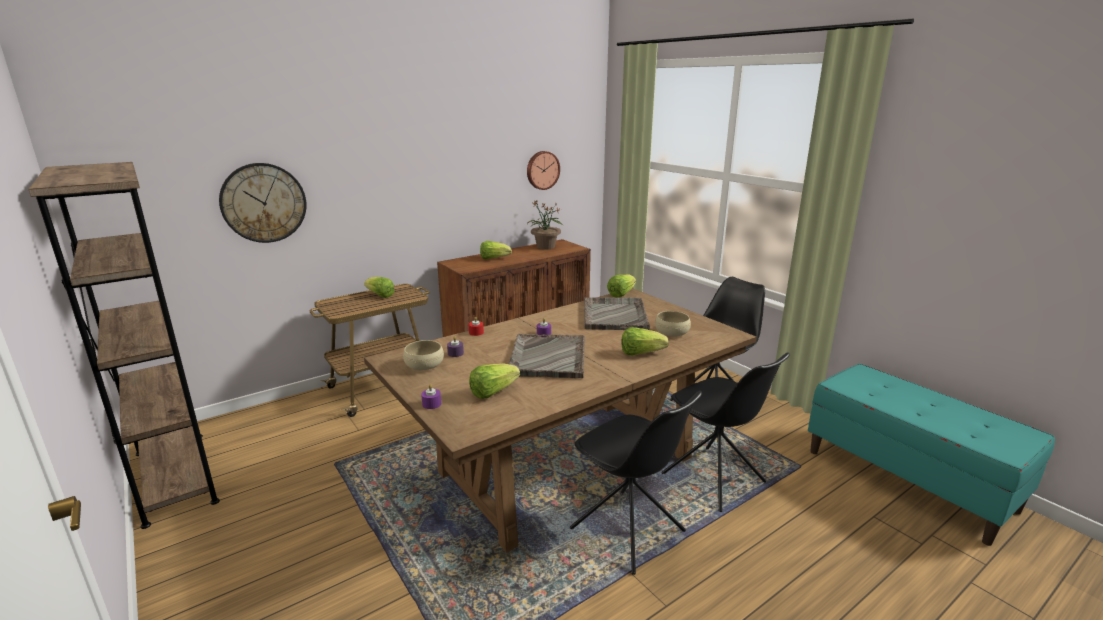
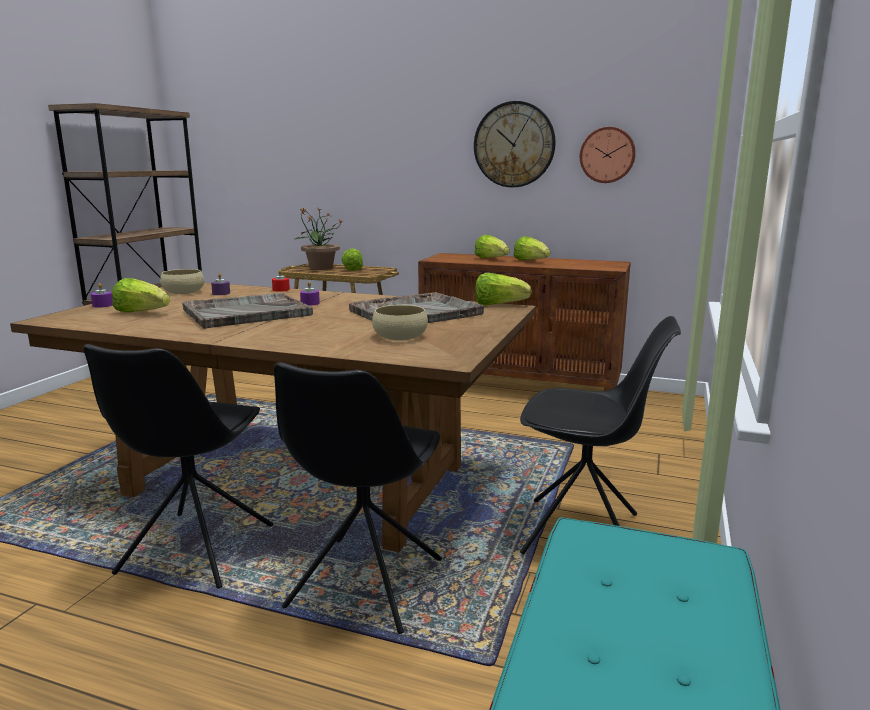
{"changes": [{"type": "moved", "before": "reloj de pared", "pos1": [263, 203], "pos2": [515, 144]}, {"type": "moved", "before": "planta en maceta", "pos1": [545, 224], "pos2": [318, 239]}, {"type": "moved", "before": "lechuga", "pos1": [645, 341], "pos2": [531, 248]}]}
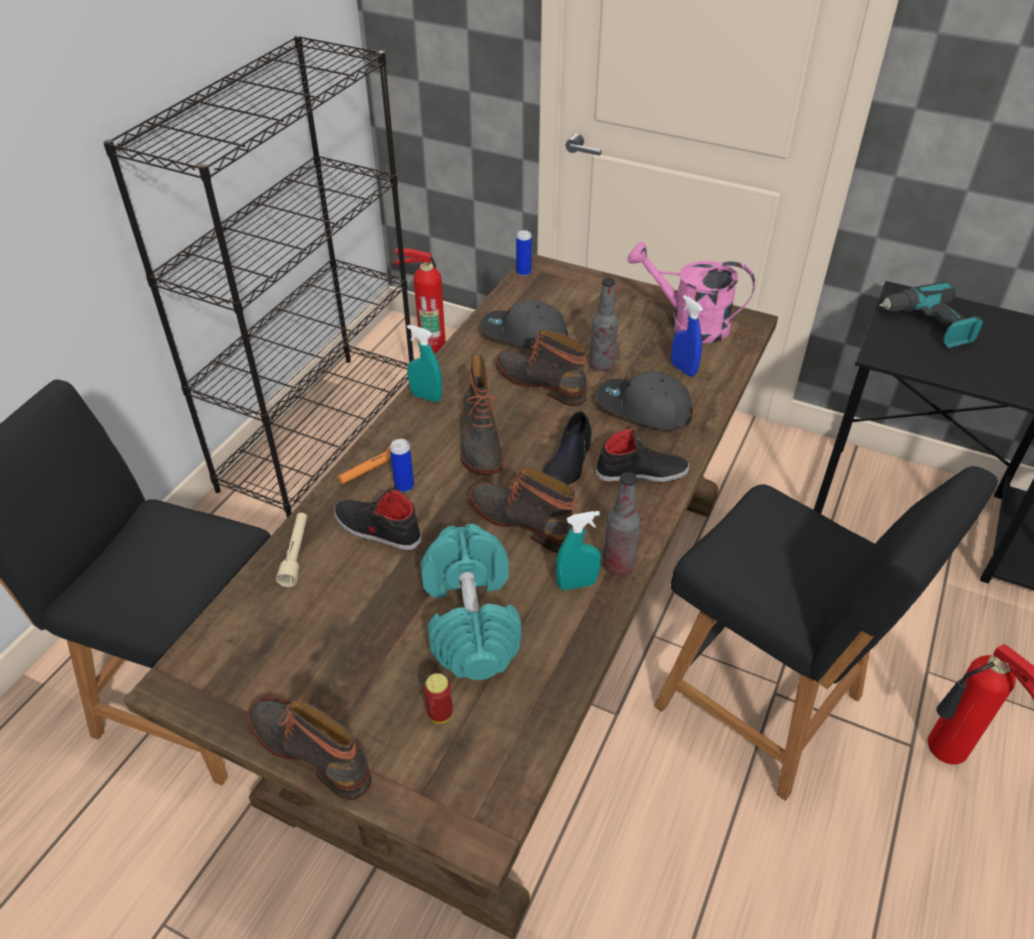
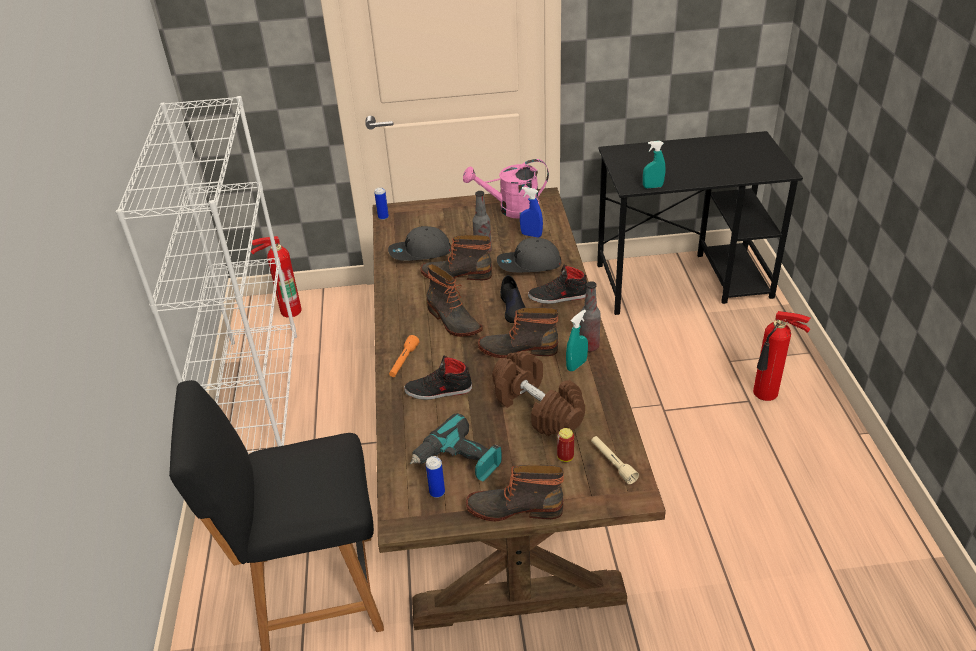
{"changes": [{"type": "removed", "before": "silla (negro)", "pos1": [826, 633]}, {"type": "moved", "before": "linterna (beis)", "pos1": [291, 550], "pos2": [615, 460]}, {"type": "moved", "before": "lata", "pos1": [402, 465], "pos2": [435, 477]}, {"type": "moved", "before": "pulverizador (turquesa)", "pos1": [424, 363], "pos2": [654, 164]}, {"type": "moved", "before": "taladro", "pos1": [931, 315], "pos2": [456, 447]}, {"type": "recoloured", "before": "estantería (negro)", "after": "estantería (blanco)", "pos1": [258, 276], "pos2": [206, 275]}, {"type": "recoloured", "before": "mancuerna (turquesa)", "after": "mancuerna (marrón)", "pos1": [471, 602], "pos2": [538, 393]}, {"type": "turned", "before": "zapato (negro)", "pos1": [642, 454], "pos2": [557, 284], "turn": -150}]}
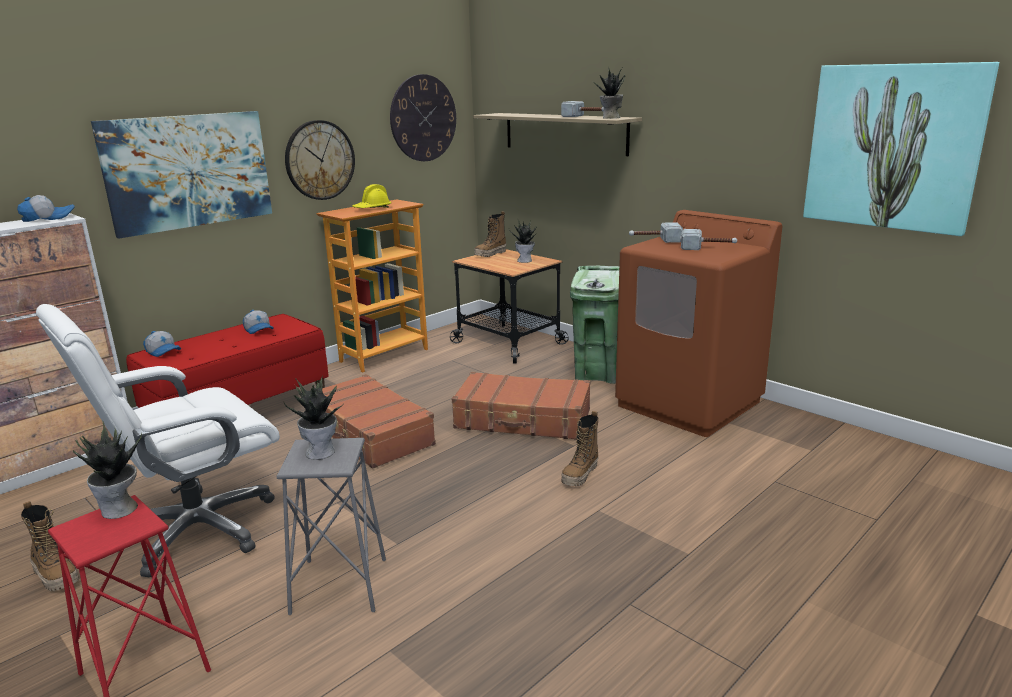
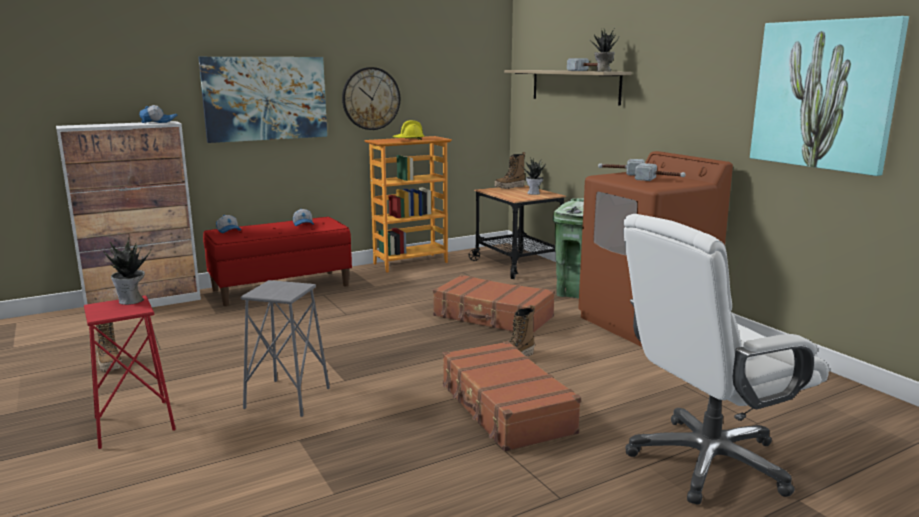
{"changes": [{"type": "removed", "before": "planta en maceta", "pos1": [314, 419]}, {"type": "removed", "before": "reloj de pared", "pos1": [423, 117]}, {"type": "moved", "before": "silla de oficina (blanco)", "pos1": [158, 440], "pos2": [726, 359]}, {"type": "moved", "before": "maleta (marrón)", "pos1": [379, 421], "pos2": [511, 396]}]}
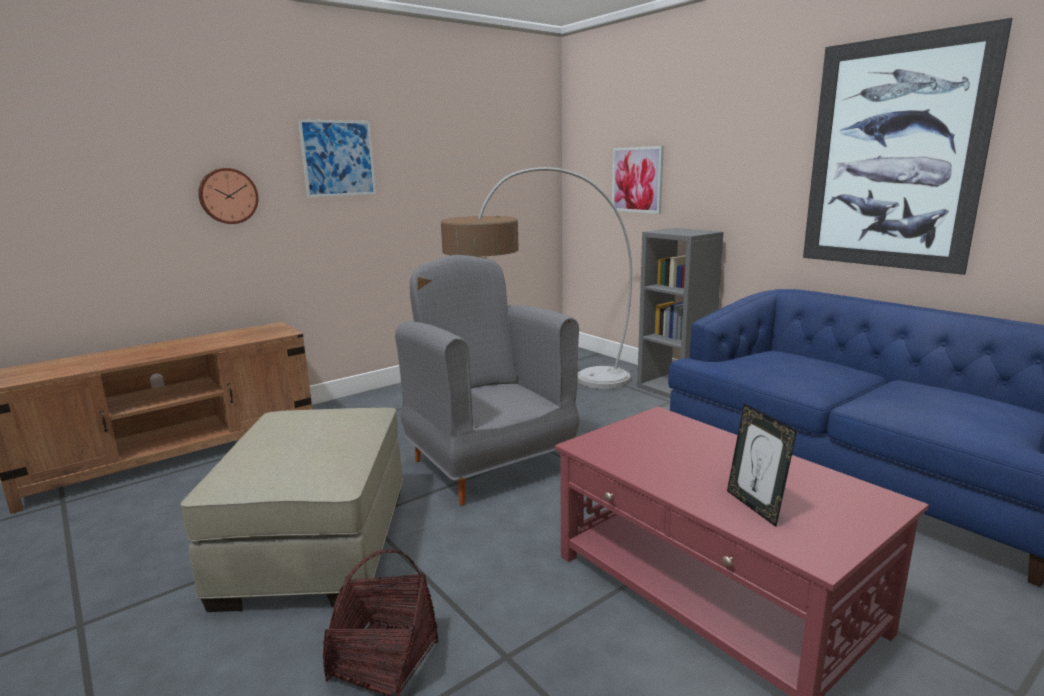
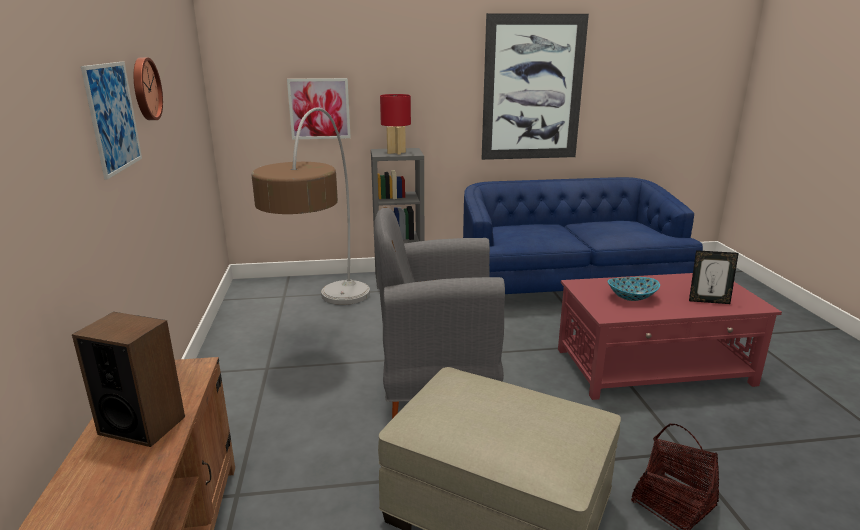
{"changes": [{"type": "added", "after": "altavoz", "pos2": [128, 379]}, {"type": "added", "after": "lámpara de mesa (rojo)", "pos2": [395, 124]}, {"type": "added", "after": "cuenco", "pos2": [634, 289]}, {"type": "moved", "before": "reloj de pared", "pos1": [228, 196], "pos2": [148, 88]}]}
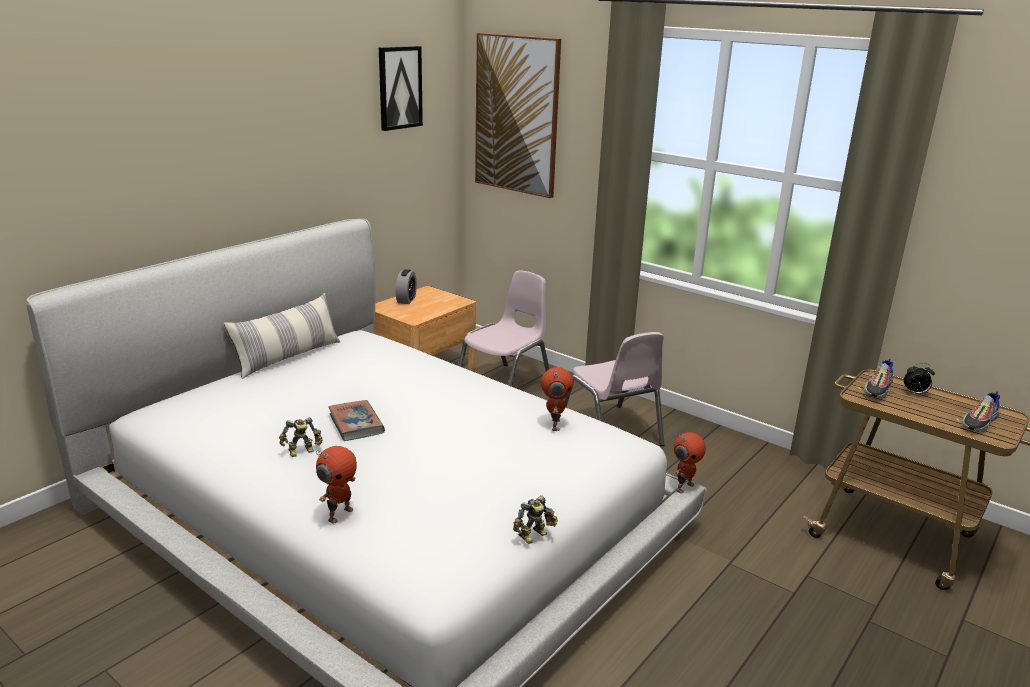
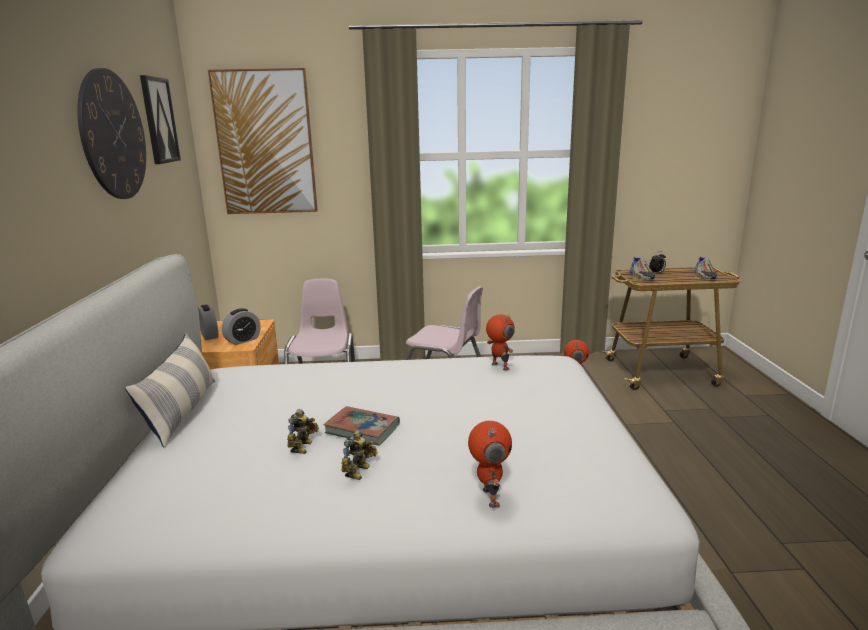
{"changes": [{"type": "added", "after": "reloj de pared", "pos2": [112, 133]}, {"type": "added", "after": "despertador", "pos2": [241, 326]}, {"type": "moved", "before": "robot de juguete", "pos1": [535, 519], "pos2": [303, 431]}]}
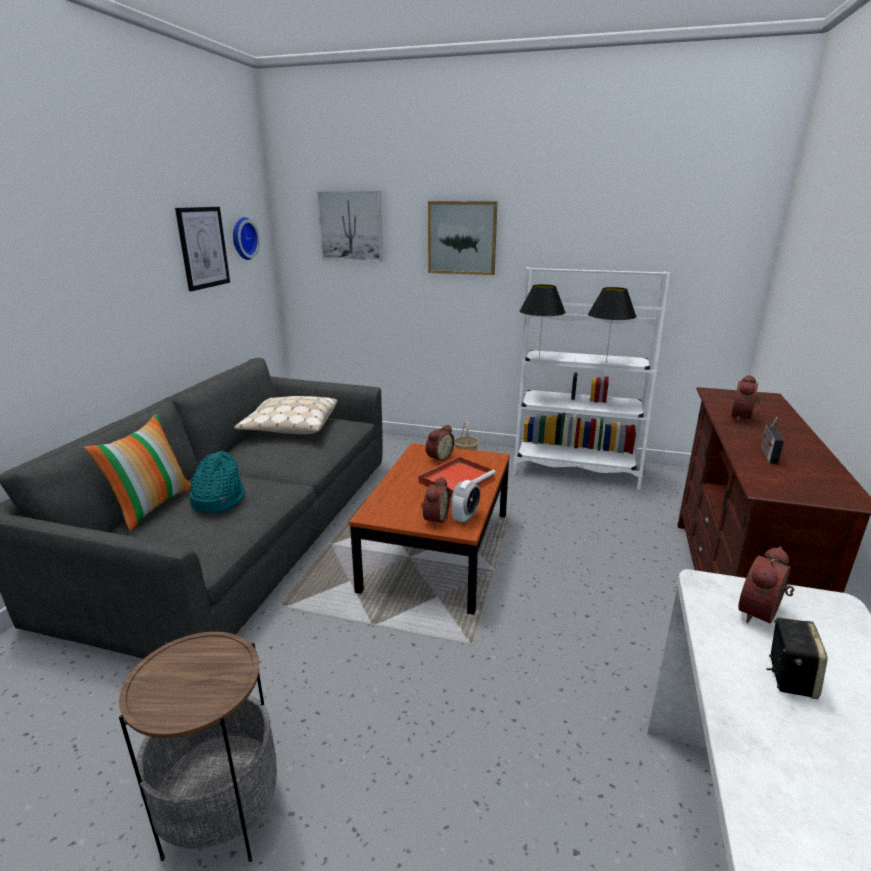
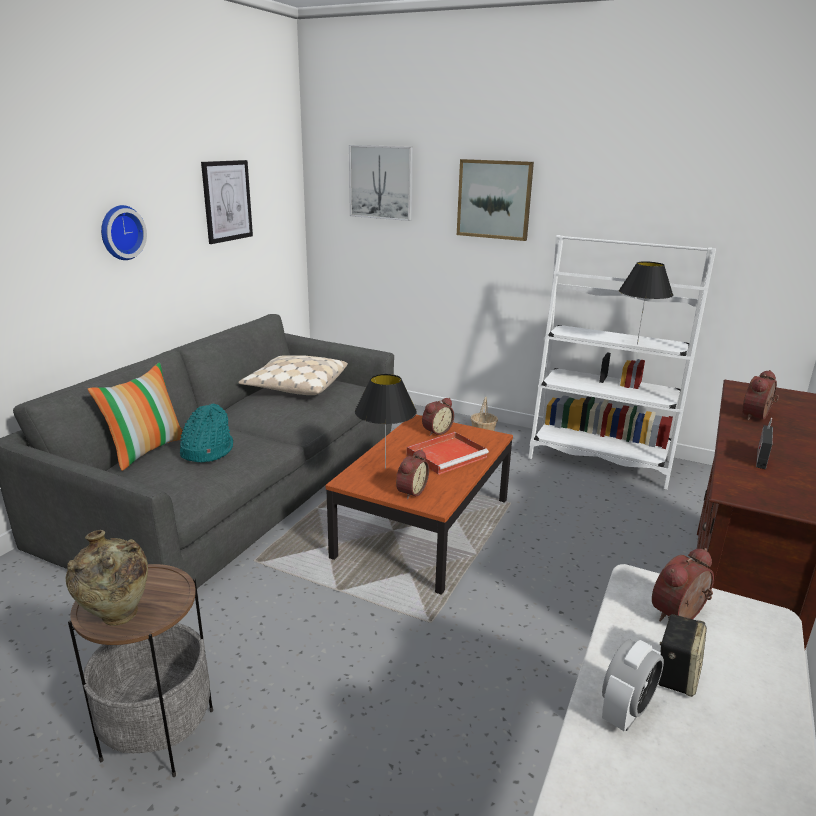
{"changes": [{"type": "added", "after": "florero (beis)", "pos2": [107, 578]}, {"type": "moved", "before": "reloj de pared", "pos1": [246, 238], "pos2": [124, 232]}, {"type": "moved", "before": "despertador", "pos1": [466, 502], "pos2": [633, 685]}, {"type": "moved", "before": "lámpara de mesa (negro)", "pos1": [543, 320], "pos2": [386, 421]}]}
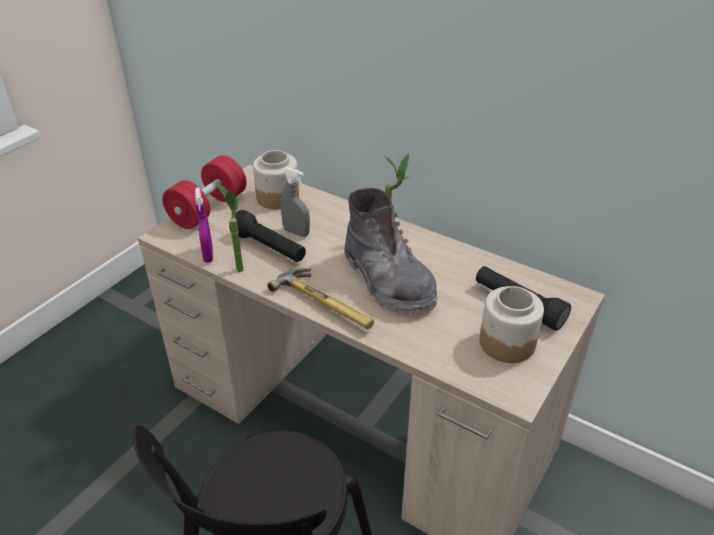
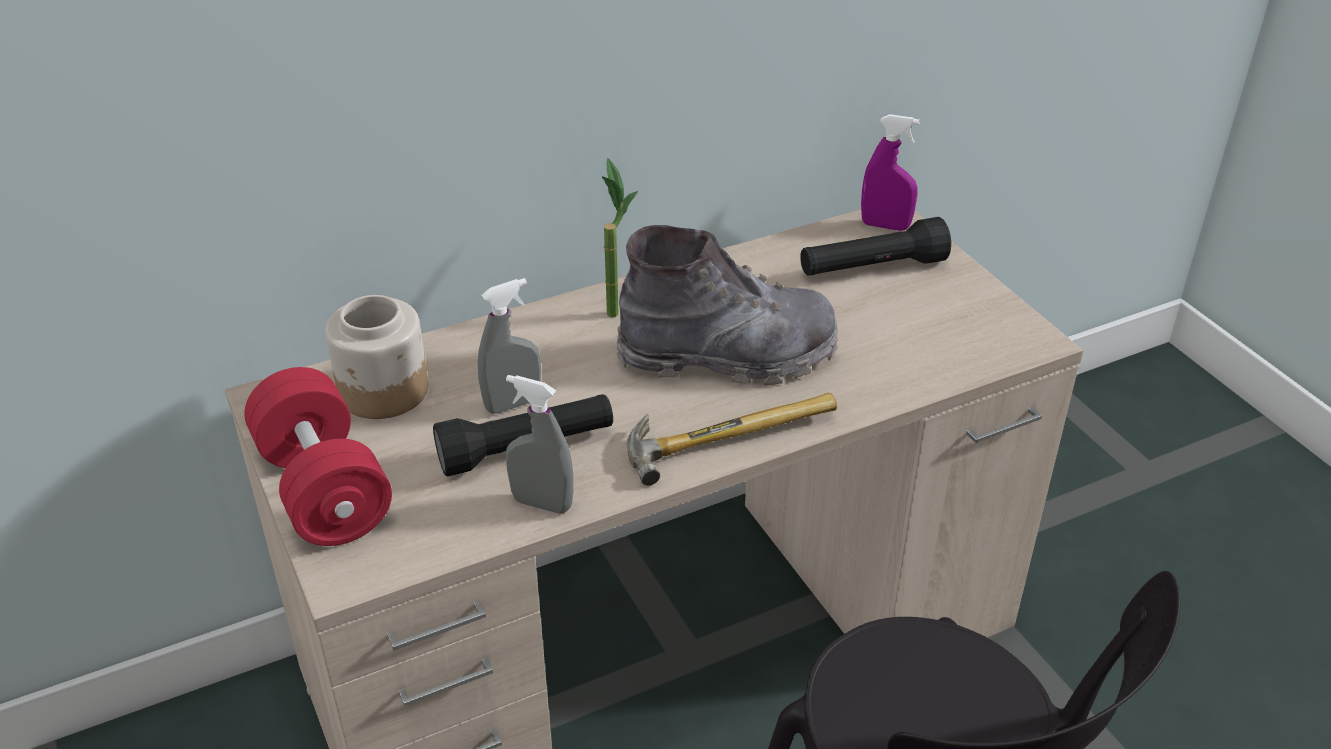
{"changes": [{"type": "removed", "before": "tarro", "pos1": [512, 324]}, {"type": "moved", "before": "pulverizador (morado)", "pos1": [204, 225], "pos2": [890, 172]}, {"type": "replaced", "before": "planta en maceta", "after": "pulverizador (gris)", "pos1": [229, 227], "pos2": [540, 444]}]}
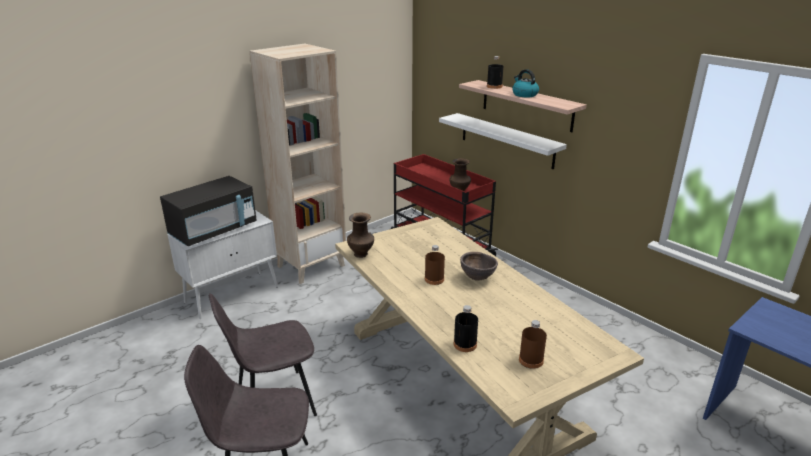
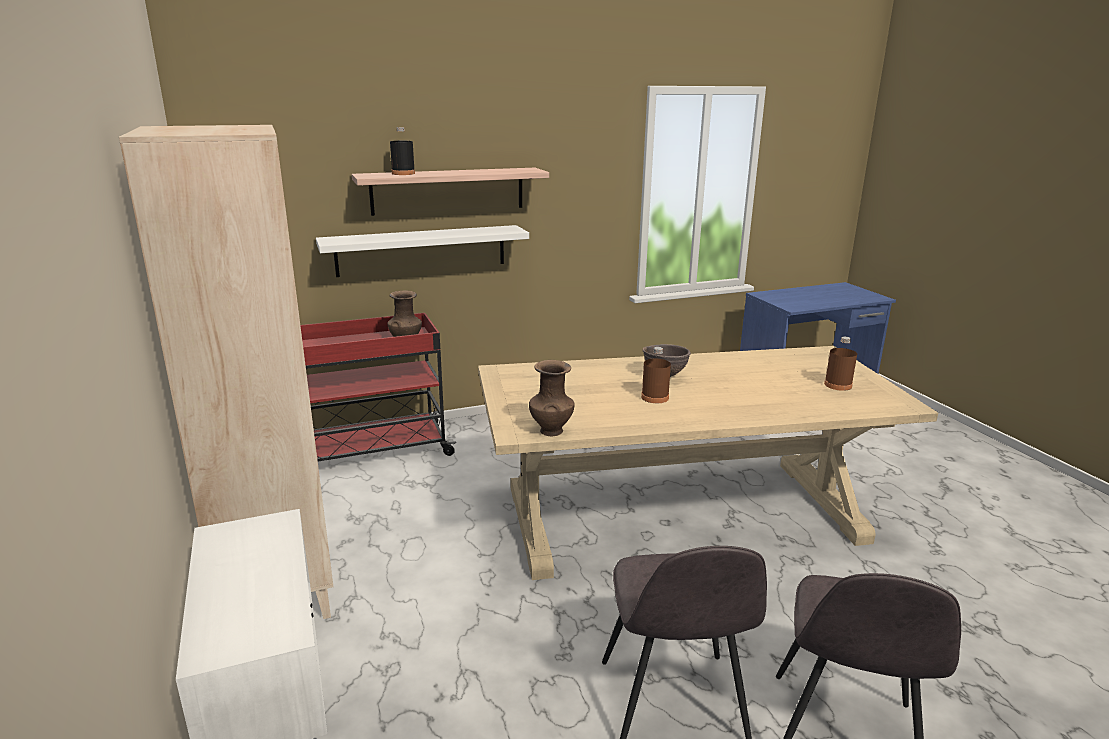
{"changes": [{"type": "removed", "before": "microondas (negro)", "pos1": [208, 211]}, {"type": "removed", "before": "botella (negro)", "pos1": [466, 328]}, {"type": "removed", "before": "hervidor", "pos1": [525, 83]}]}
